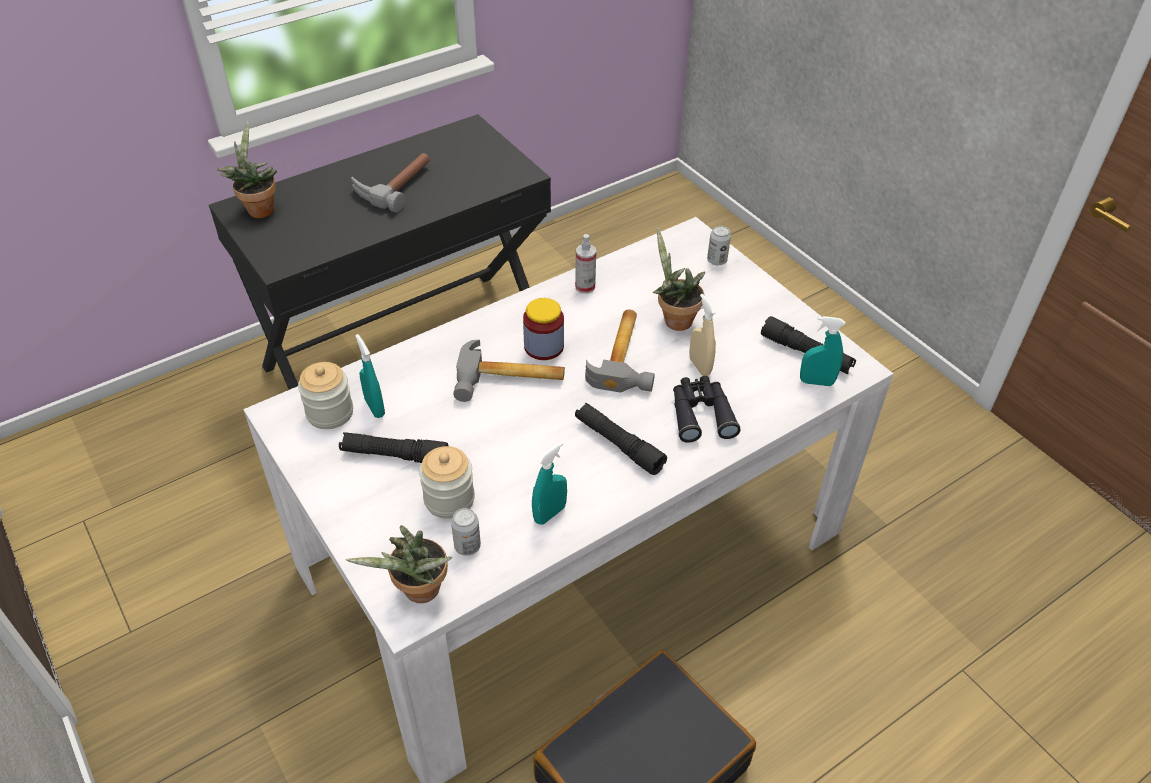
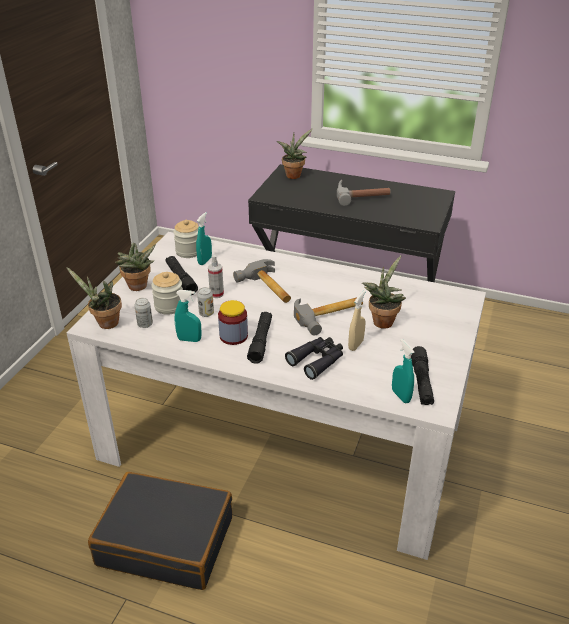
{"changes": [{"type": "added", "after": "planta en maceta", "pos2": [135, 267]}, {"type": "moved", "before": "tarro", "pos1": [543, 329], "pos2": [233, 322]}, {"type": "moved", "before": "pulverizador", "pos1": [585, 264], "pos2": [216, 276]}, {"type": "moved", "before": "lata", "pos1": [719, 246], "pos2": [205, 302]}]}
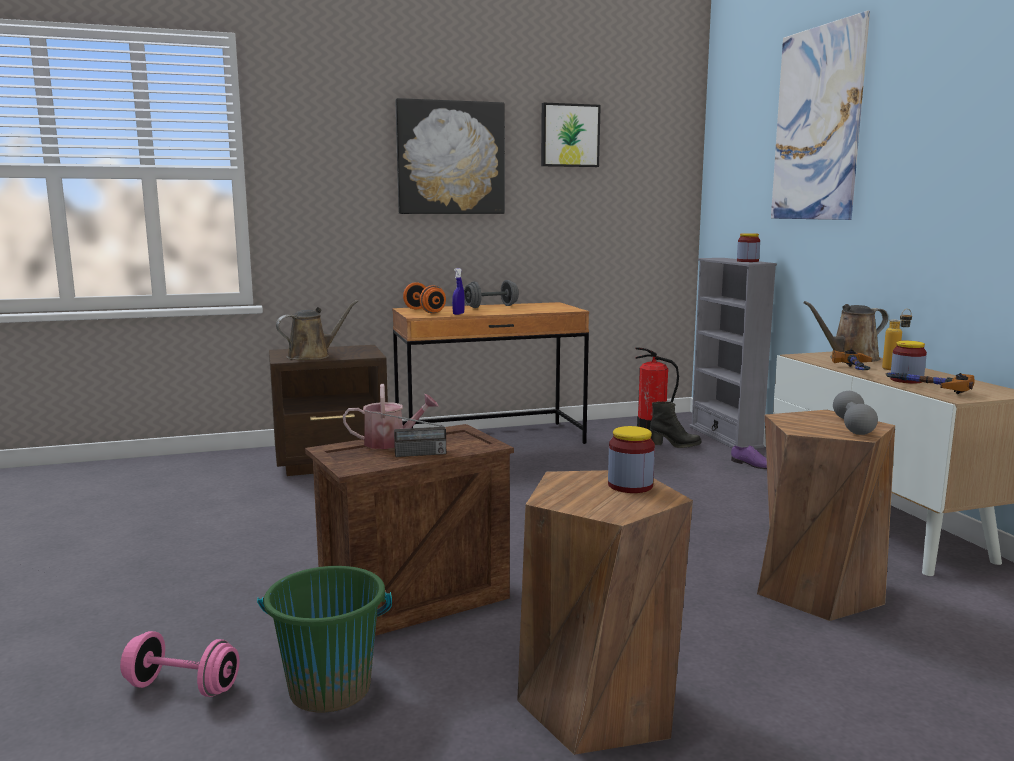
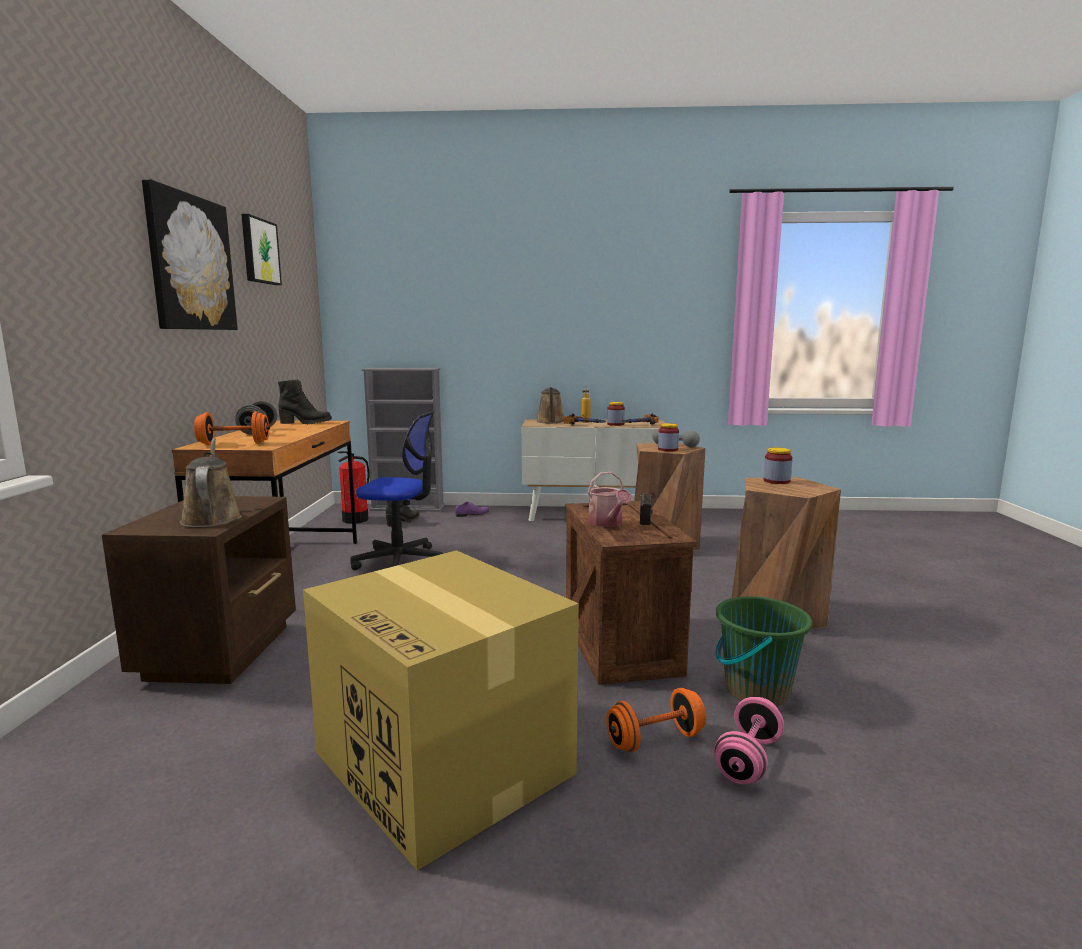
{"changes": [{"type": "removed", "before": "pulverizador (azul)", "pos1": [458, 291]}, {"type": "removed", "before": "cuadro", "pos1": [820, 115]}, {"type": "added", "after": "bota (negro)", "pos2": [305, 401]}, {"type": "added", "after": "caja de cartón", "pos2": [441, 710]}, {"type": "added", "after": "silla de oficina", "pos2": [396, 490]}, {"type": "added", "after": "mancuerna (naranja)", "pos2": [656, 720]}, {"type": "moved", "before": "tarro", "pos1": [748, 247], "pos2": [668, 437]}, {"type": "turned", "before": "regadera", "pos1": [391, 416], "pos2": [609, 499], "turn": 150}]}
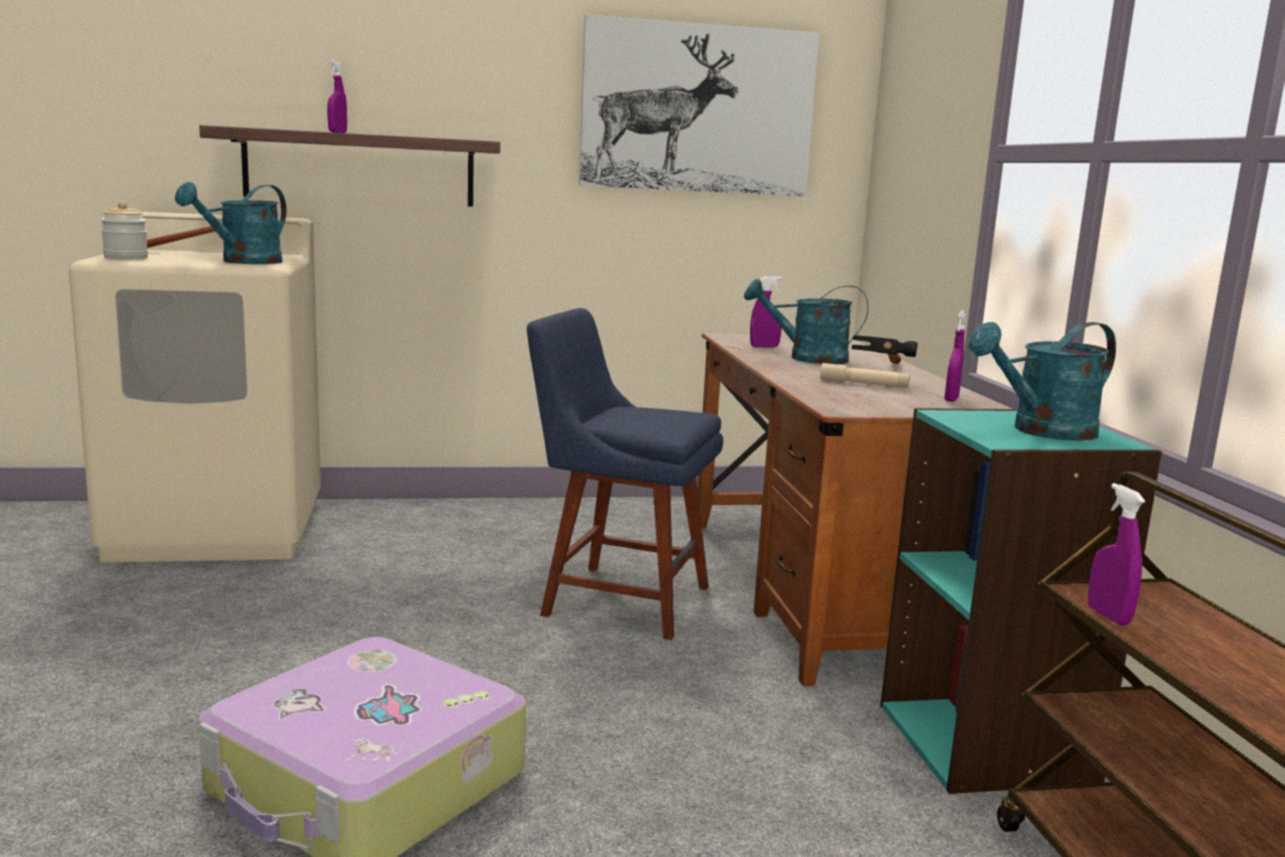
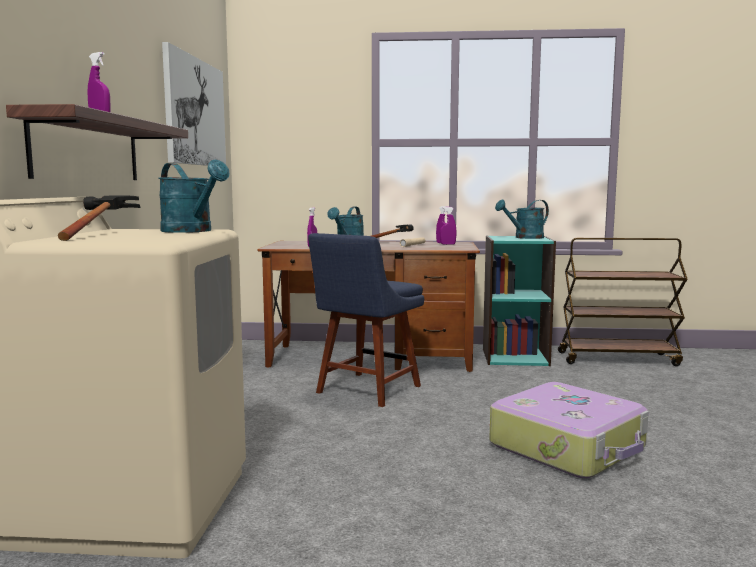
{"changes": [{"type": "removed", "before": "tarro", "pos1": [124, 230]}, {"type": "moved", "before": "pulverizador (morado)", "pos1": [1116, 554], "pos2": [448, 226]}, {"type": "turned", "before": "regadera (turquesa)", "pos1": [1042, 381], "pos2": [522, 219], "turn": 75}]}
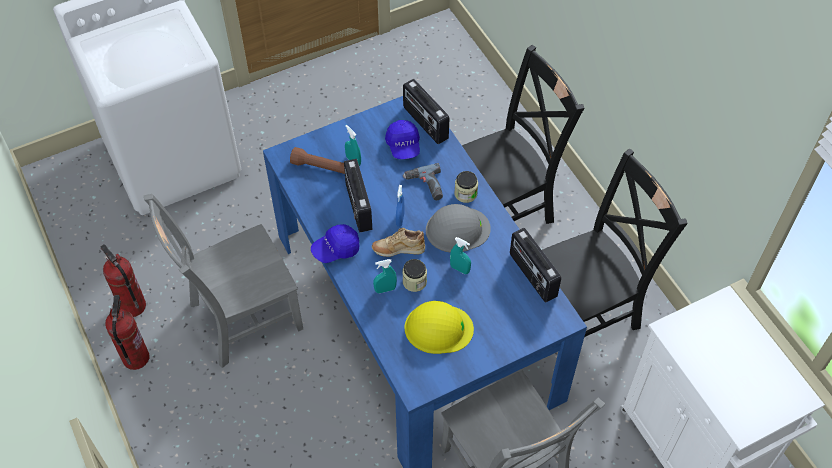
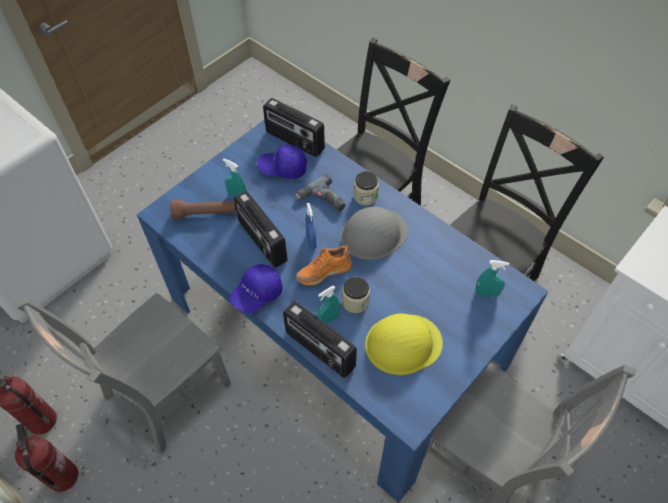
{"changes": [{"type": "moved", "before": "pulverizador (turquesa)", "pos1": [460, 255], "pos2": [492, 278]}, {"type": "moved", "before": "radio", "pos1": [535, 265], "pos2": [320, 339]}, {"type": "recoloured", "before": "zapato (beis)", "after": "zapato (naranja)", "pos1": [398, 242], "pos2": [324, 265]}, {"type": "turned", "before": "gorra (azul)", "pos1": [402, 139], "pos2": [282, 162], "turn": 120}]}
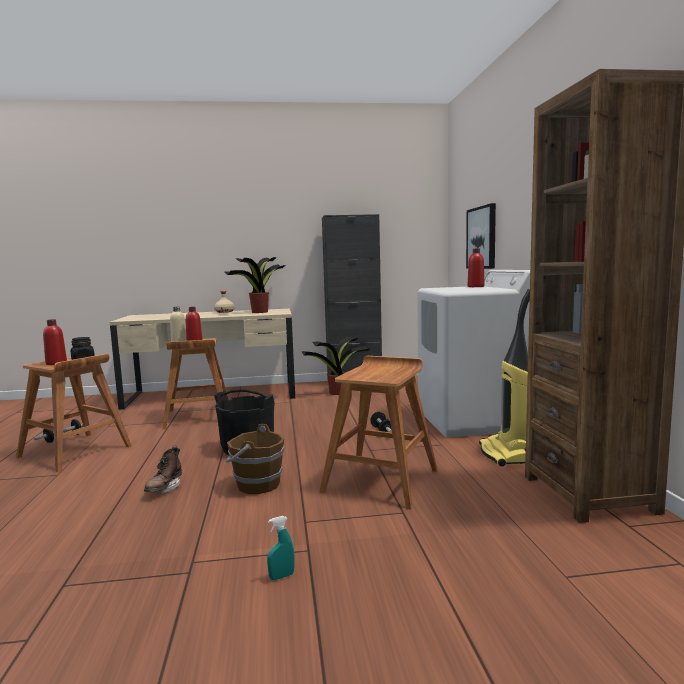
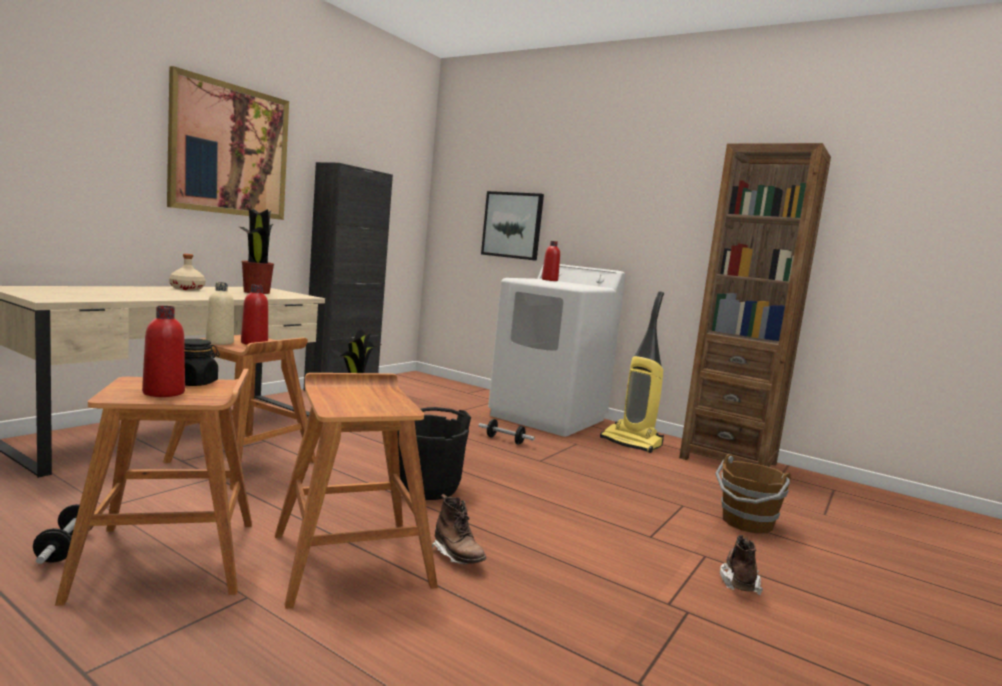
{"changes": [{"type": "added", "after": "cuadro", "pos2": [228, 143]}, {"type": "moved", "before": "cubo (marrón)", "pos1": [255, 459], "pos2": [753, 493]}, {"type": "moved", "before": "taburete (marrón)", "pos1": [378, 433], "pos2": [356, 491]}, {"type": "replaced", "before": "pulverizador (turquesa)", "after": "bota (marrón)", "pos1": [281, 548], "pos2": [741, 565]}]}
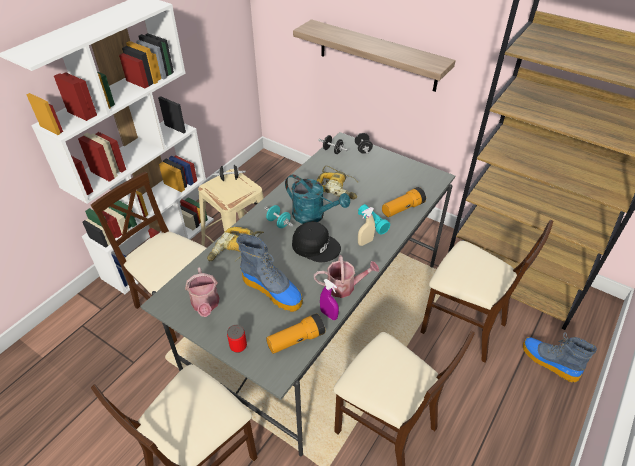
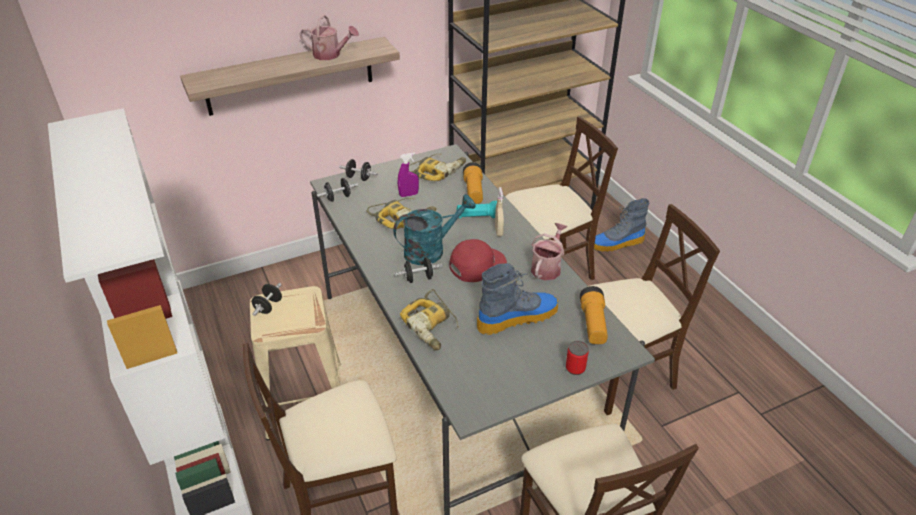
{"changes": [{"type": "added", "after": "taladro", "pos2": [438, 167]}, {"type": "moved", "before": "regadera", "pos1": [202, 292], "pos2": [329, 37]}, {"type": "moved", "before": "pulverizador (morado)", "pos1": [329, 299], "pos2": [408, 175]}, {"type": "recoloured", "before": "mancuerna (turquesa)", "after": "mancuerna (negro)", "pos1": [279, 216], "pos2": [418, 270]}, {"type": "recoloured", "before": "gorra (negro)", "after": "gorra (rojo)", "pos1": [316, 242], "pos2": [478, 260]}]}
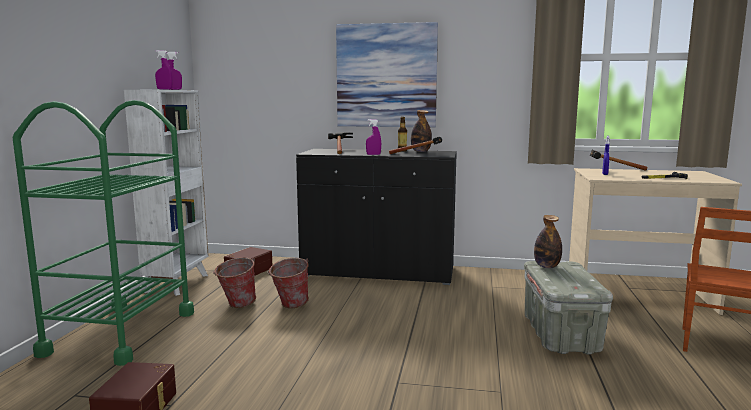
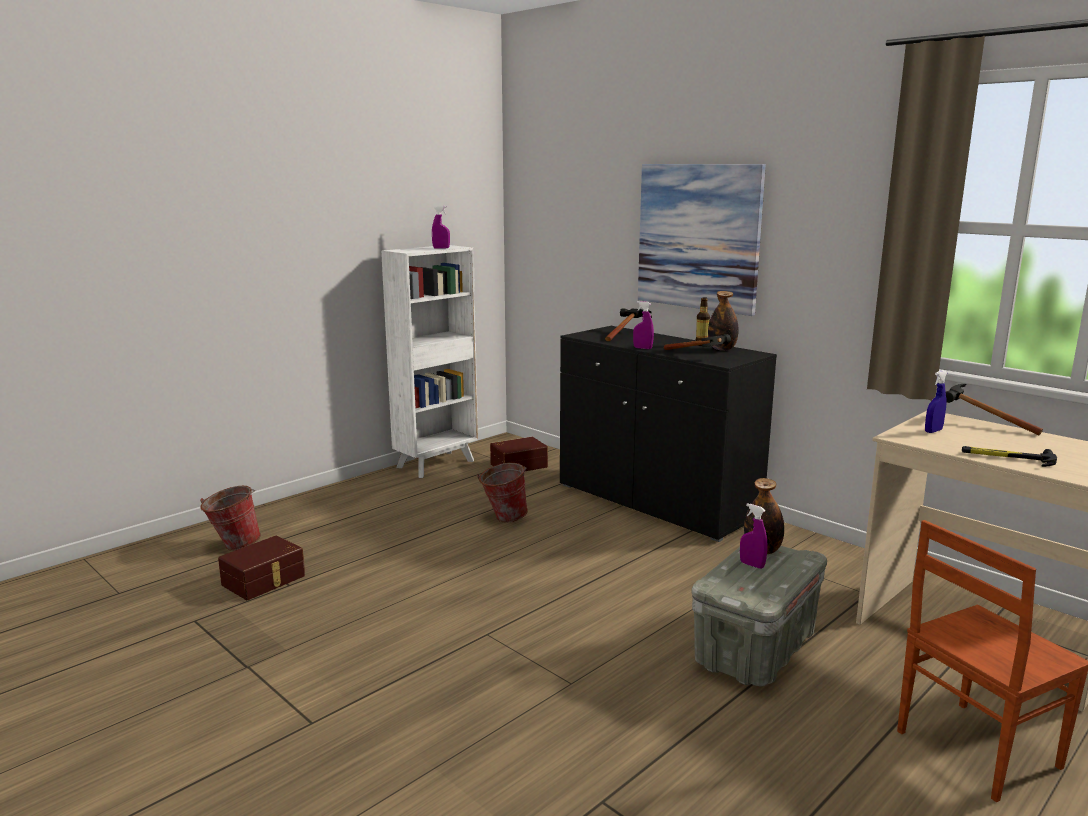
{"changes": [{"type": "removed", "before": "carrito (verde)", "pos1": [103, 233]}, {"type": "moved", "before": "pulverizador (morado)", "pos1": [163, 70], "pos2": [753, 536]}, {"type": "moved", "before": "cubo", "pos1": [234, 282], "pos2": [230, 518]}]}
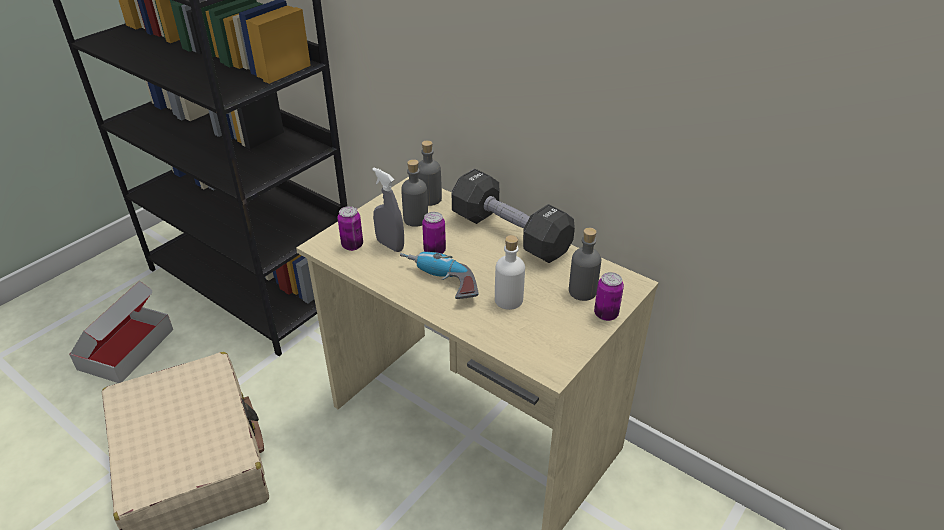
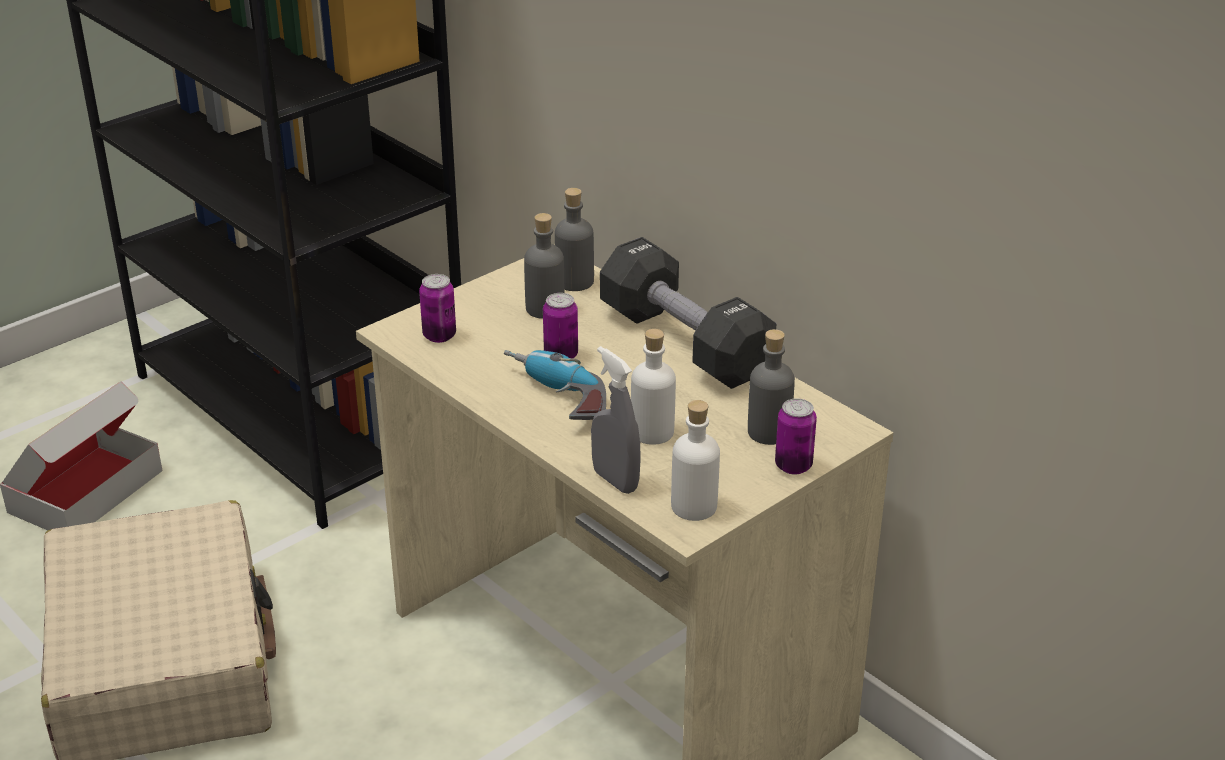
{"changes": [{"type": "added", "after": "botella (blanco)", "pos2": [695, 460]}, {"type": "moved", "before": "pulverizador (gris)", "pos1": [388, 210], "pos2": [616, 420]}]}
